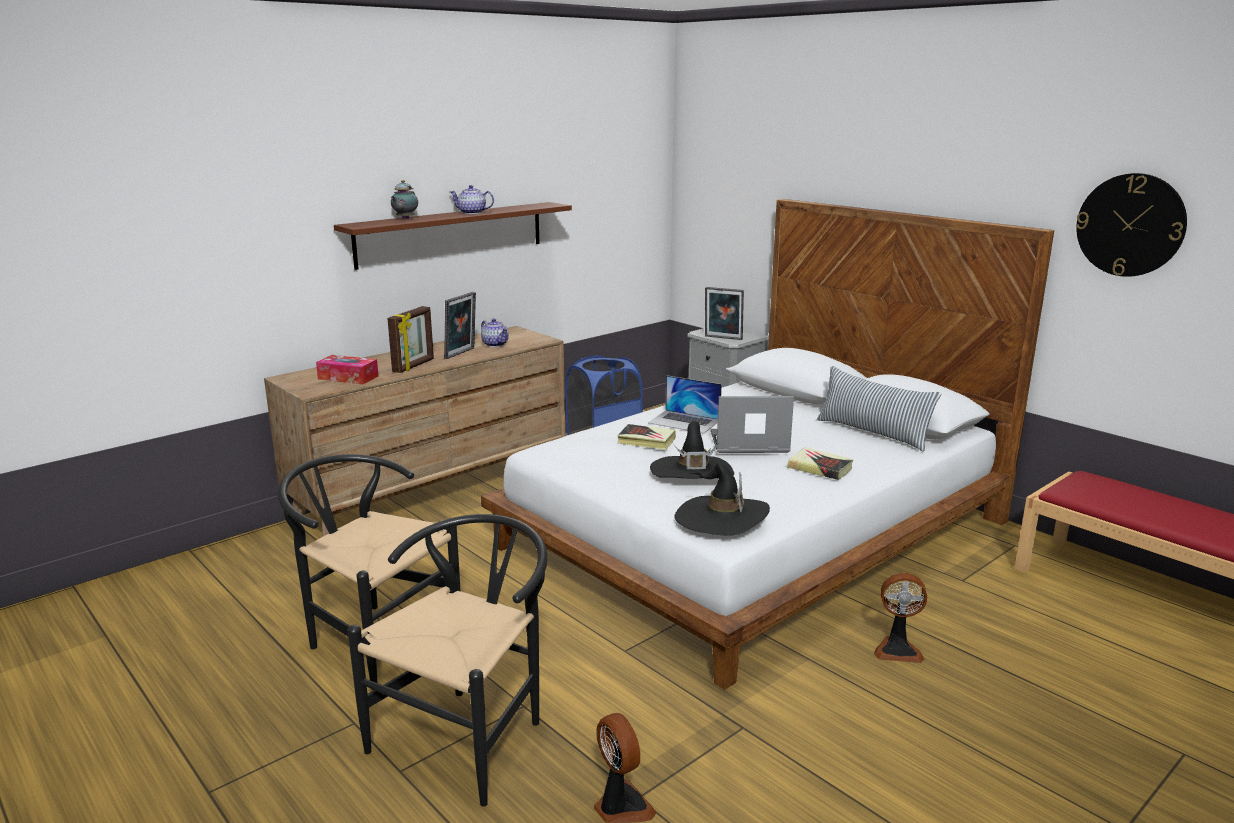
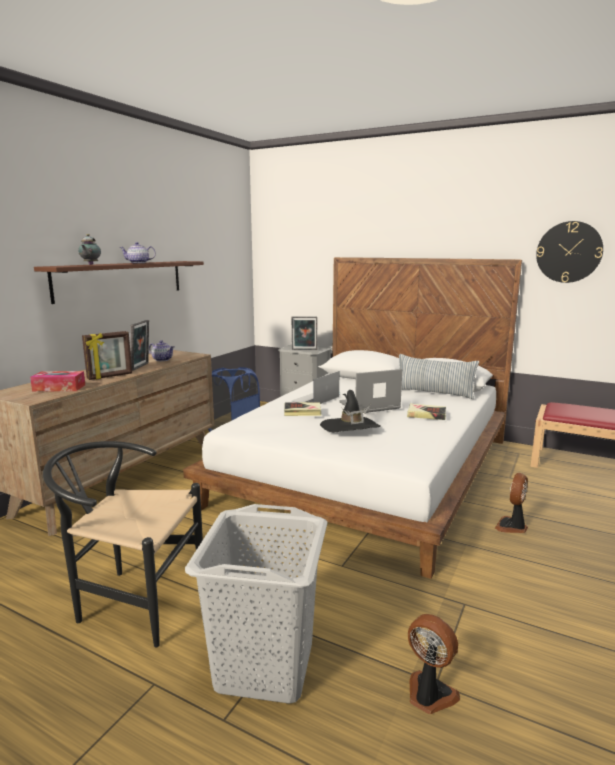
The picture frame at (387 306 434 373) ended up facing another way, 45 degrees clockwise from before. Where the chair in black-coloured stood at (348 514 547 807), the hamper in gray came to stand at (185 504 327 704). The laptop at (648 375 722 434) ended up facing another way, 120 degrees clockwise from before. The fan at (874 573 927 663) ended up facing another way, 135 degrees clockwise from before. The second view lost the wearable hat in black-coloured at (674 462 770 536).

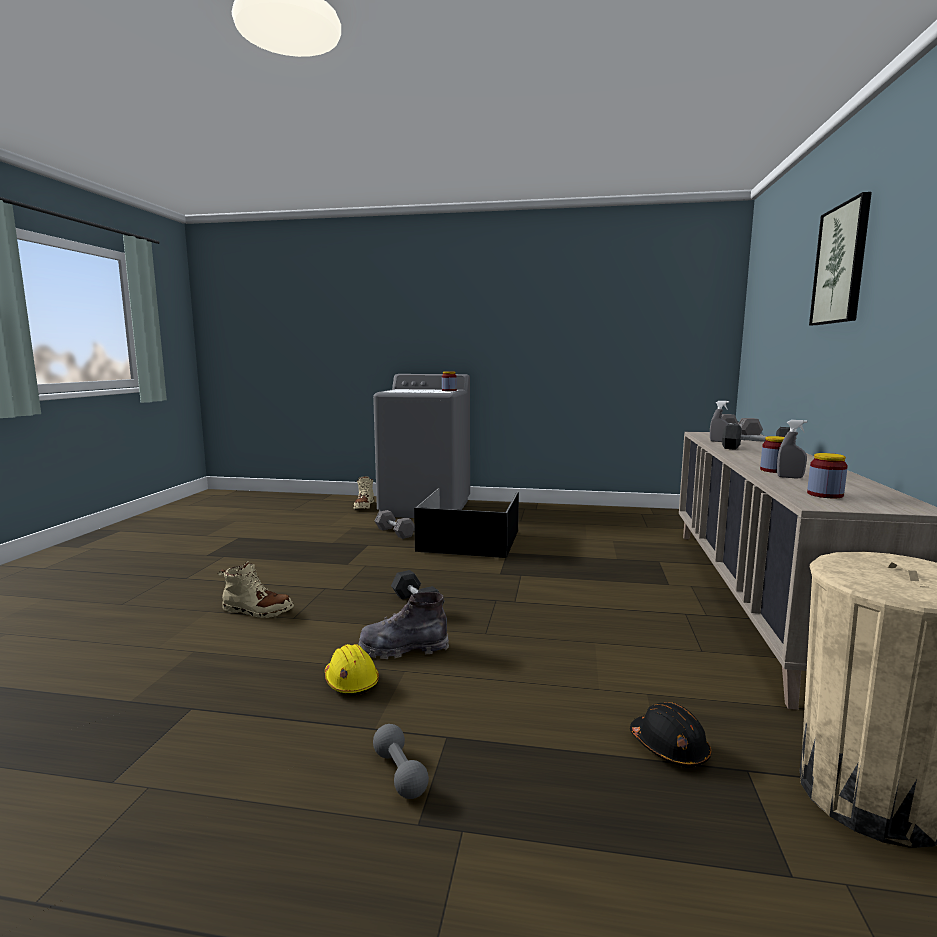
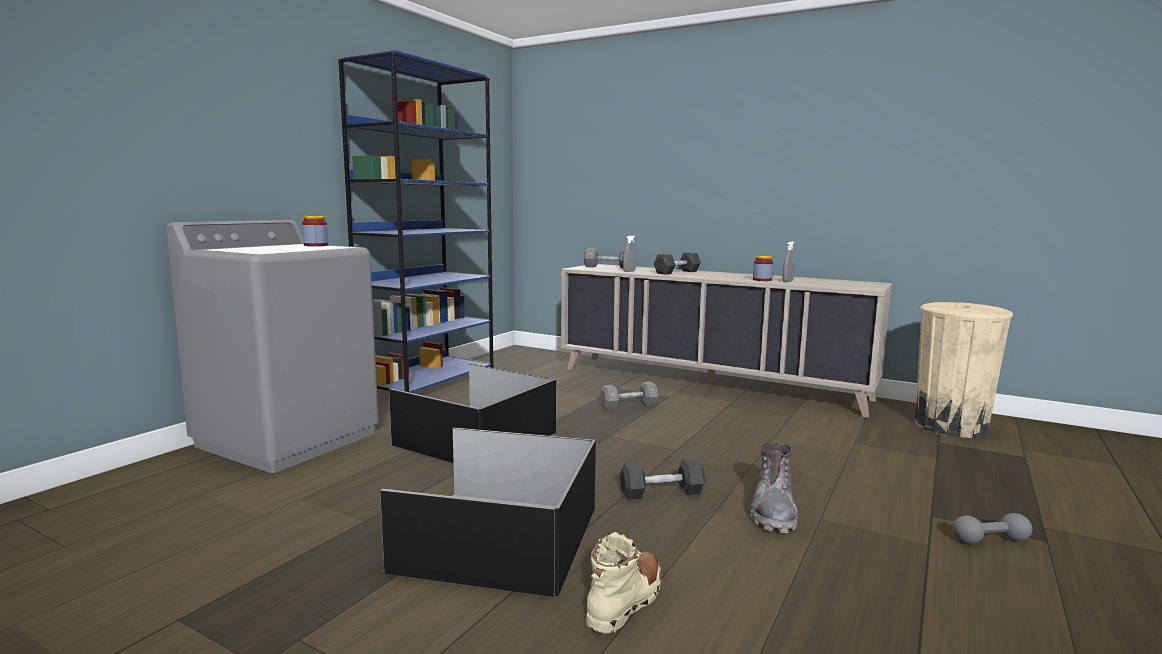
The second view gained the bookshelf in blue-coloured at (338 50 493 393). The second view gained the storage bin in black-coloured at (380 427 596 597). The free weight in gray ended up elsewhere, having gone from (375 510 414 539) to (600 381 659 410). The second view lost the safety helmet in yellow-coloured at (325 644 379 696). The second view lost the tall boot in beige at (353 476 374 509). The second view lost the safety helmet in black-coloured at (630 702 711 768). The second view lost the jar at (807 453 848 498). The second view lost the picture at (809 192 872 325).

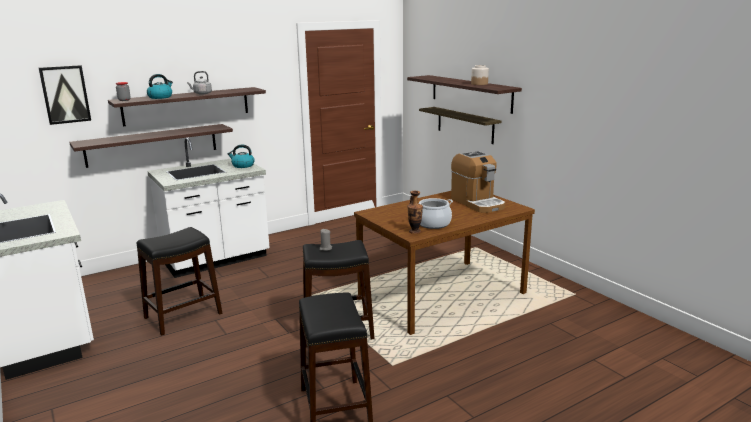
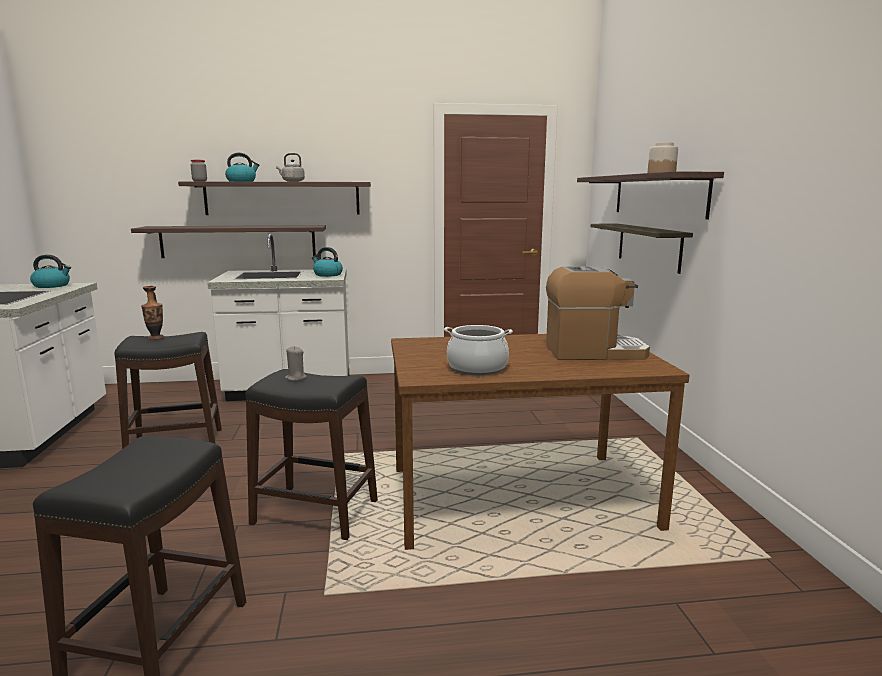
The second view gained the water kettle at (30 255 71 288). The decorative vase ended up elsewhere, having gone from (407 191 423 234) to (141 286 164 340). The coffee maker at (451 151 505 213) ended up facing another way, 90 degrees counterclockwise from before. The second view lost the picture at (39 65 91 125).

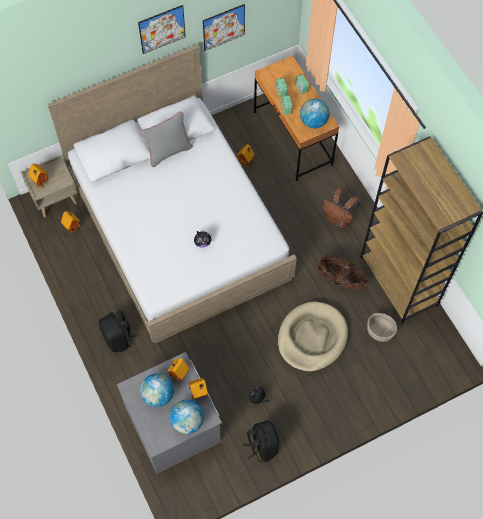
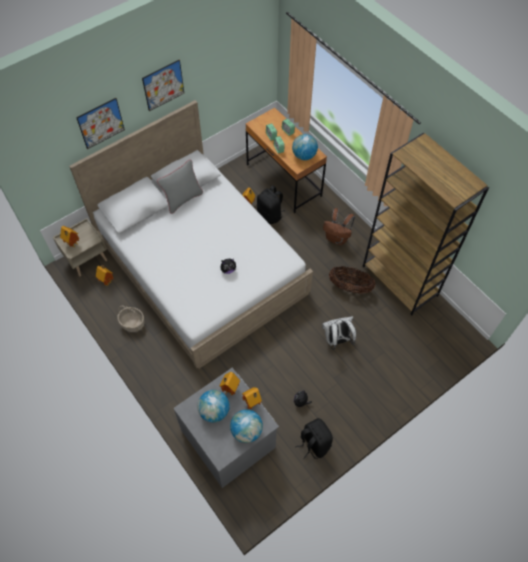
The picture ended up elsewhere, having gone from (203 4 245 51) to (76 98 125 149). The basket ended up elsewhere, having gone from (367 313 397 342) to (117 305 145 332). The backpack in black-coloured ended up elsewhere, having gone from (99 310 138 352) to (257 185 285 224). Where the dog bed in beige stood at (278 301 348 372), the backpack in whitish came to stand at (322 316 356 350).

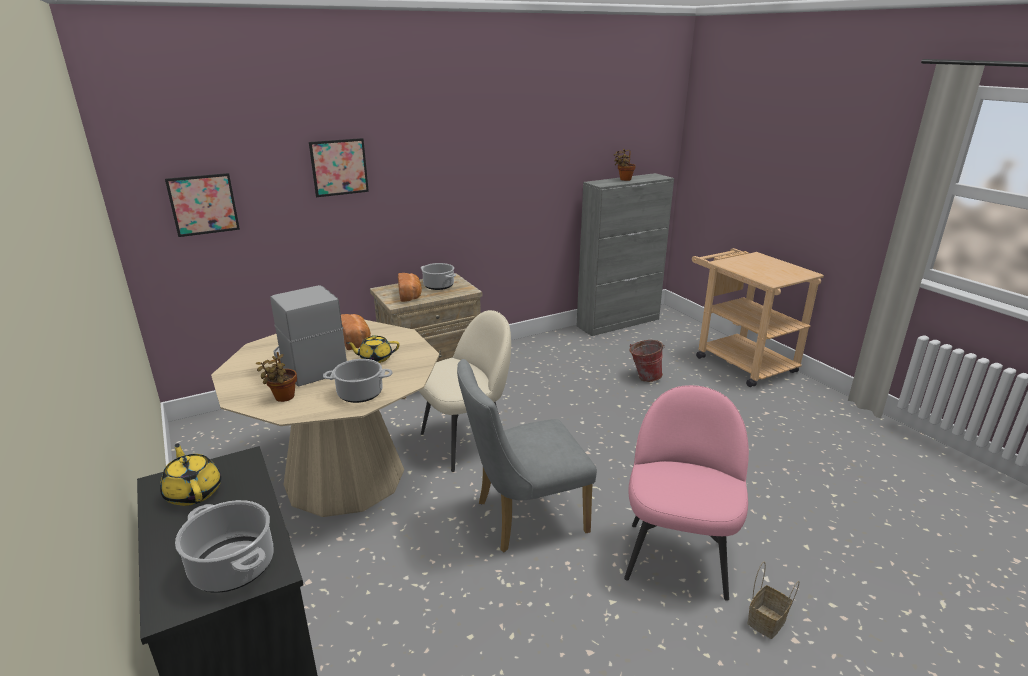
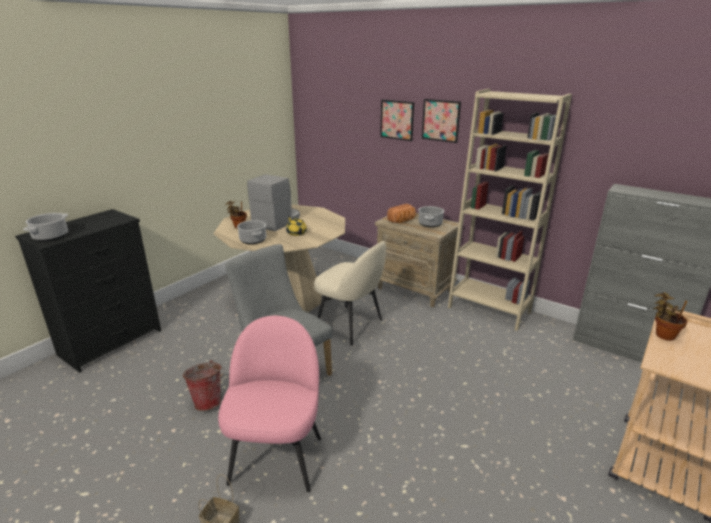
The bucket ended up elsewhere, having gone from (630 340 665 382) to (183 360 224 411). The chair in pink-coloured at (624 385 749 601) ended up facing another way, 75 degrees counterclockwise from before. The picture ended up elsewhere, having gone from (165 173 240 237) to (422 99 461 143). The second view gained the bookshelf in beige at (448 89 572 331). The potted plant ended up elsewhere, having gone from (614 149 636 181) to (653 292 688 341). The second view lost the teapot in yellow-coloured at (160 443 221 506). The second view lost the bread at (341 314 371 350).

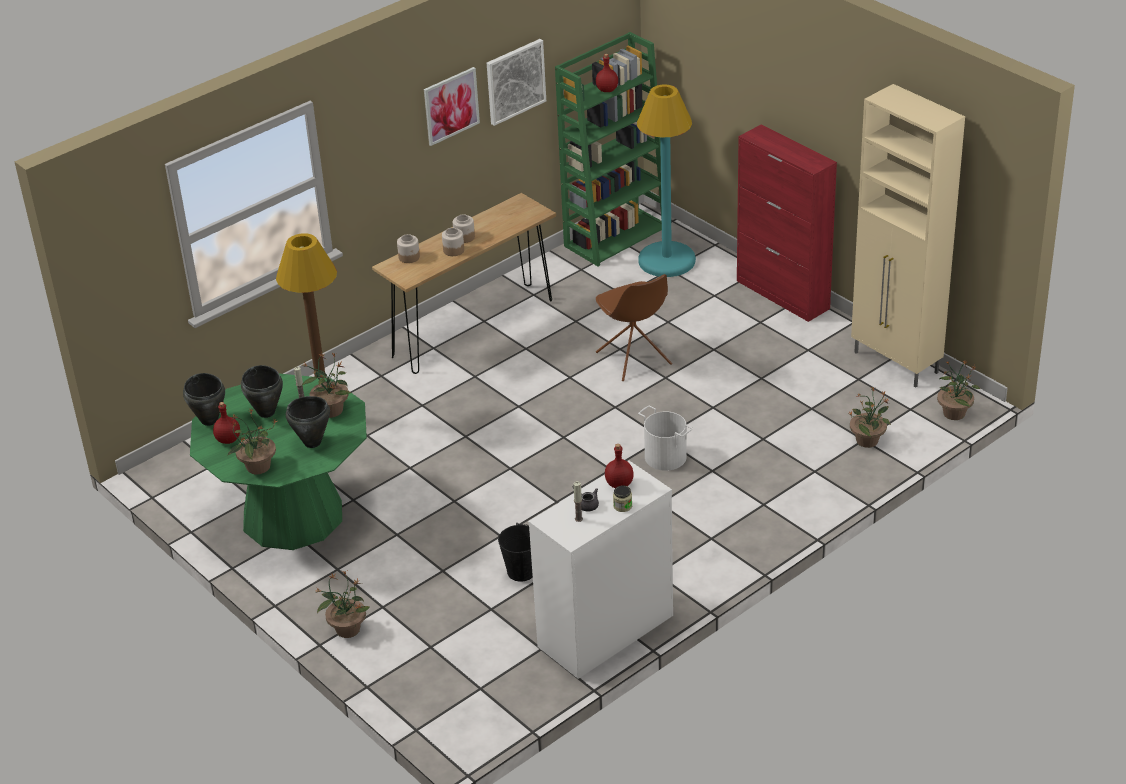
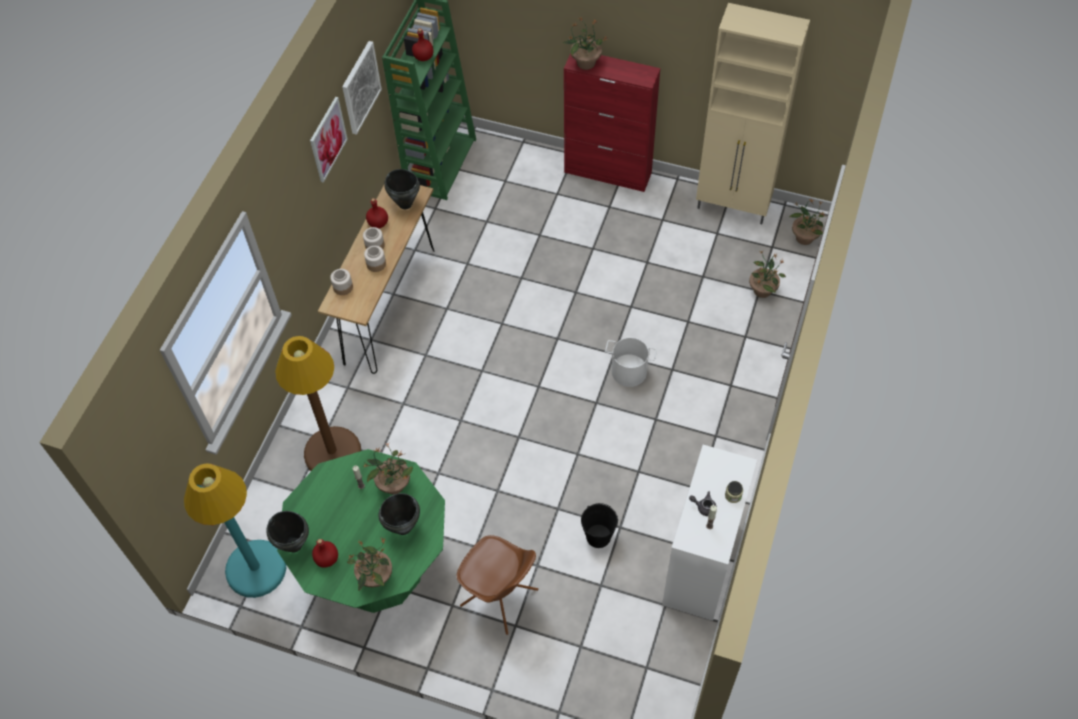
The standing lamp in turquoise-coloured ended up elsewhere, having gone from (637 84 696 277) to (184 464 286 598). The bottle in red-coloured ended up elsewhere, having gone from (605 444 634 488) to (366 198 388 228). The cooking pot in black-coloured ended up elsewhere, having gone from (241 365 283 418) to (384 169 420 209). The chair in brown ended up elsewhere, having gone from (596 274 672 381) to (457 535 538 635). The potted plant ended up elsewhere, having gone from (314 571 370 638) to (563 18 607 70).

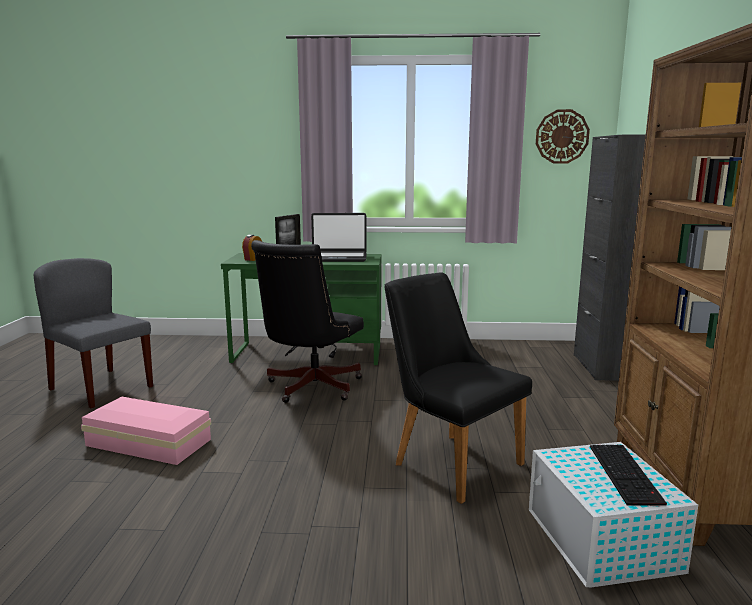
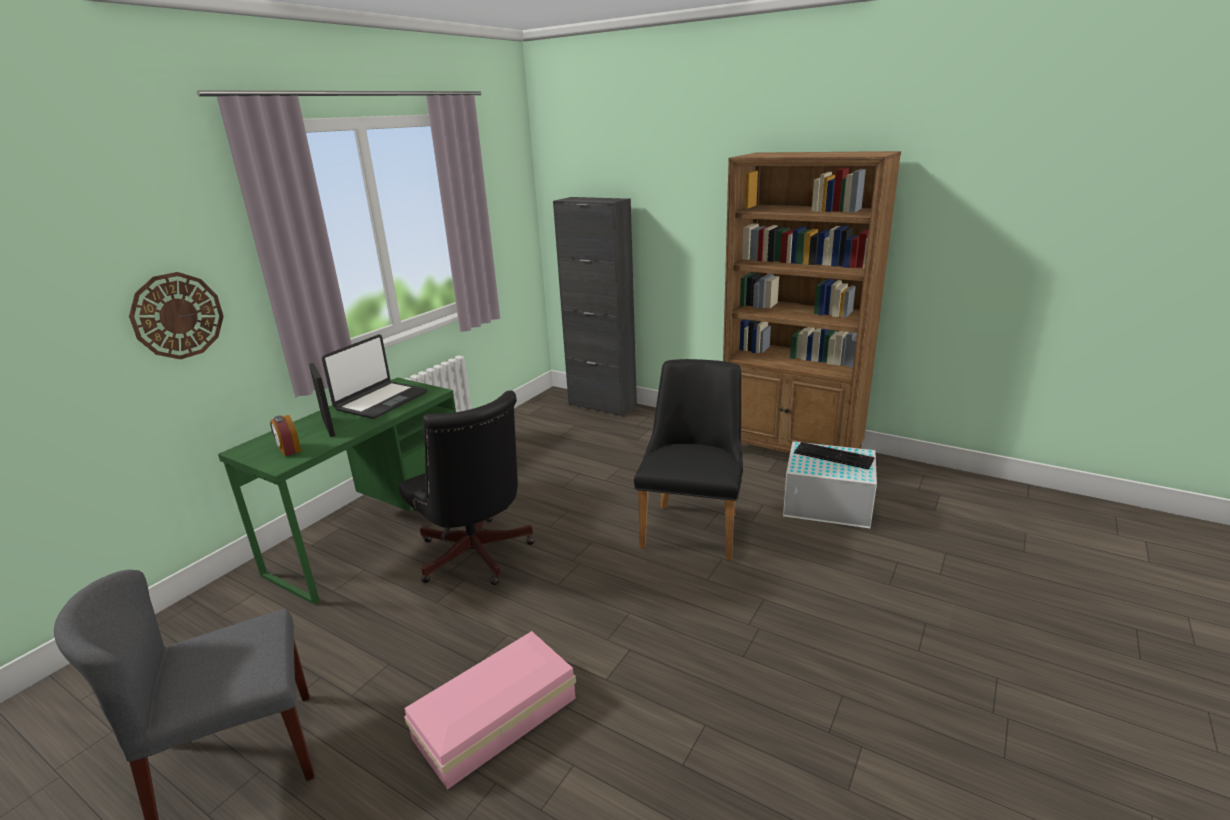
The wall clock ended up elsewhere, having gone from (536 109 590 164) to (129 272 224 359). The chair in black-coloured at (385 272 532 504) ended up facing another way, 120 degrees clockwise from before.

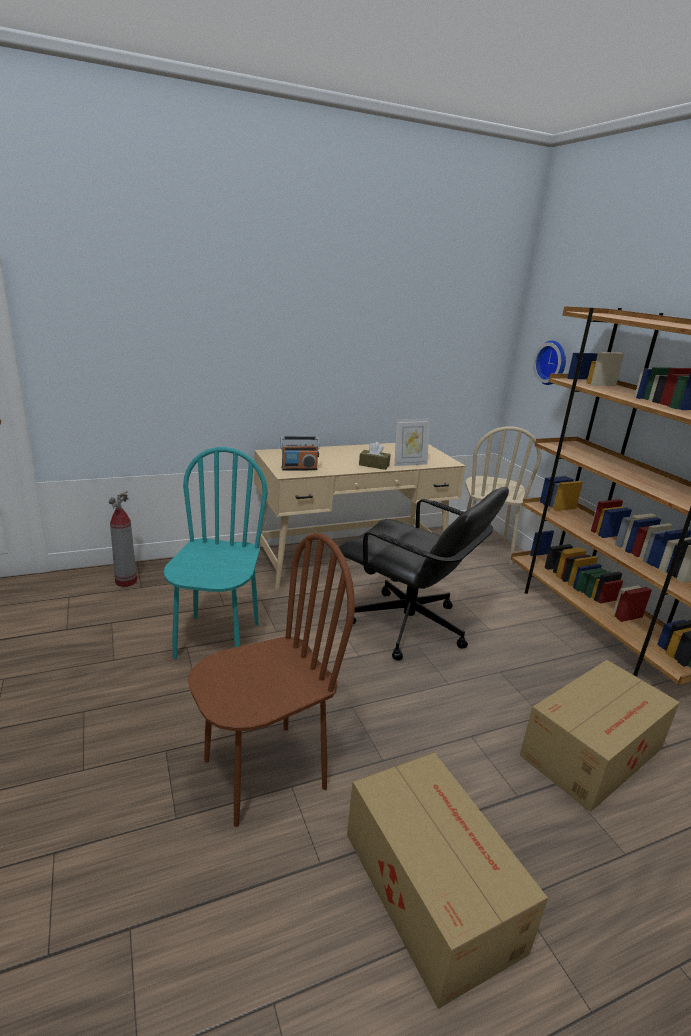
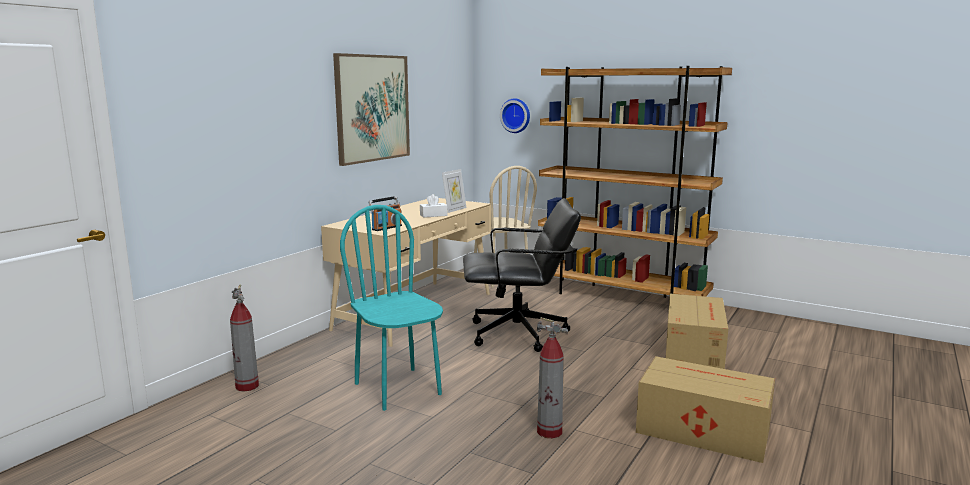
The second view gained the picture at (333 53 410 166). What was the tissue holder in brown at (359 442 391 470) turned into the tissue holder in whitish at (420 194 447 218). Where the chair in brown stood at (188 533 355 827), the extinguisher came to stand at (537 317 568 438).

